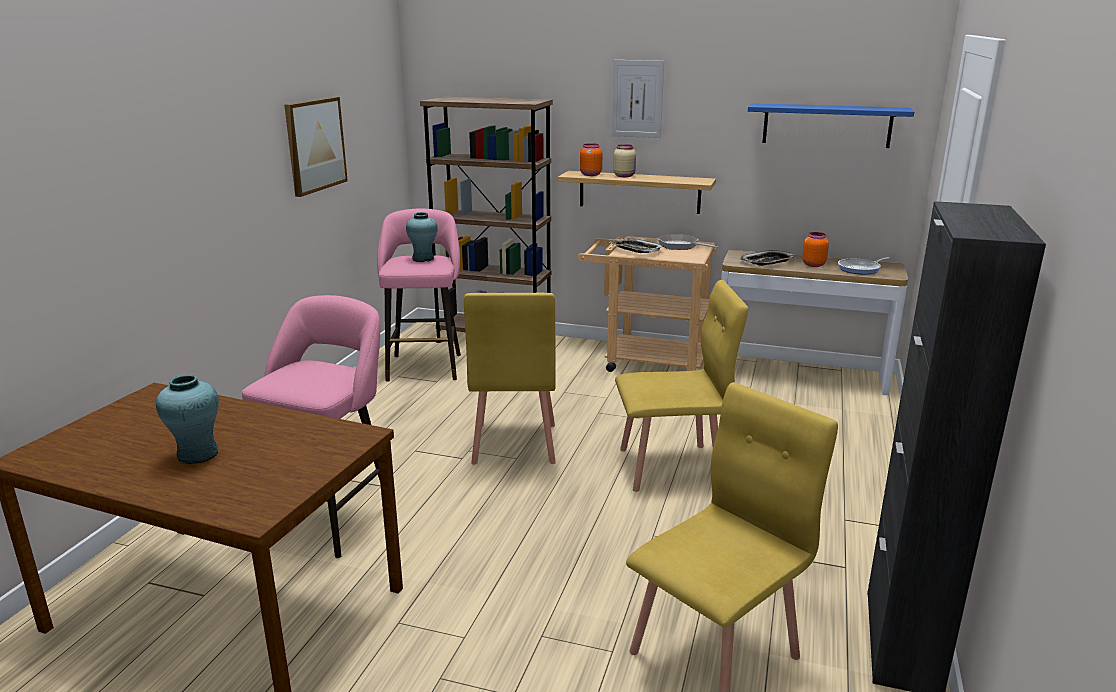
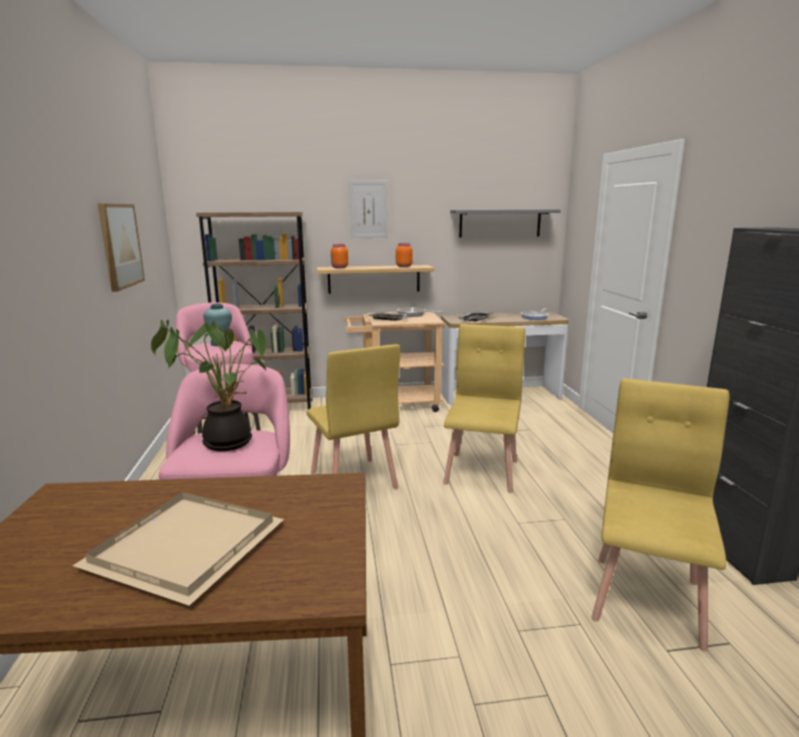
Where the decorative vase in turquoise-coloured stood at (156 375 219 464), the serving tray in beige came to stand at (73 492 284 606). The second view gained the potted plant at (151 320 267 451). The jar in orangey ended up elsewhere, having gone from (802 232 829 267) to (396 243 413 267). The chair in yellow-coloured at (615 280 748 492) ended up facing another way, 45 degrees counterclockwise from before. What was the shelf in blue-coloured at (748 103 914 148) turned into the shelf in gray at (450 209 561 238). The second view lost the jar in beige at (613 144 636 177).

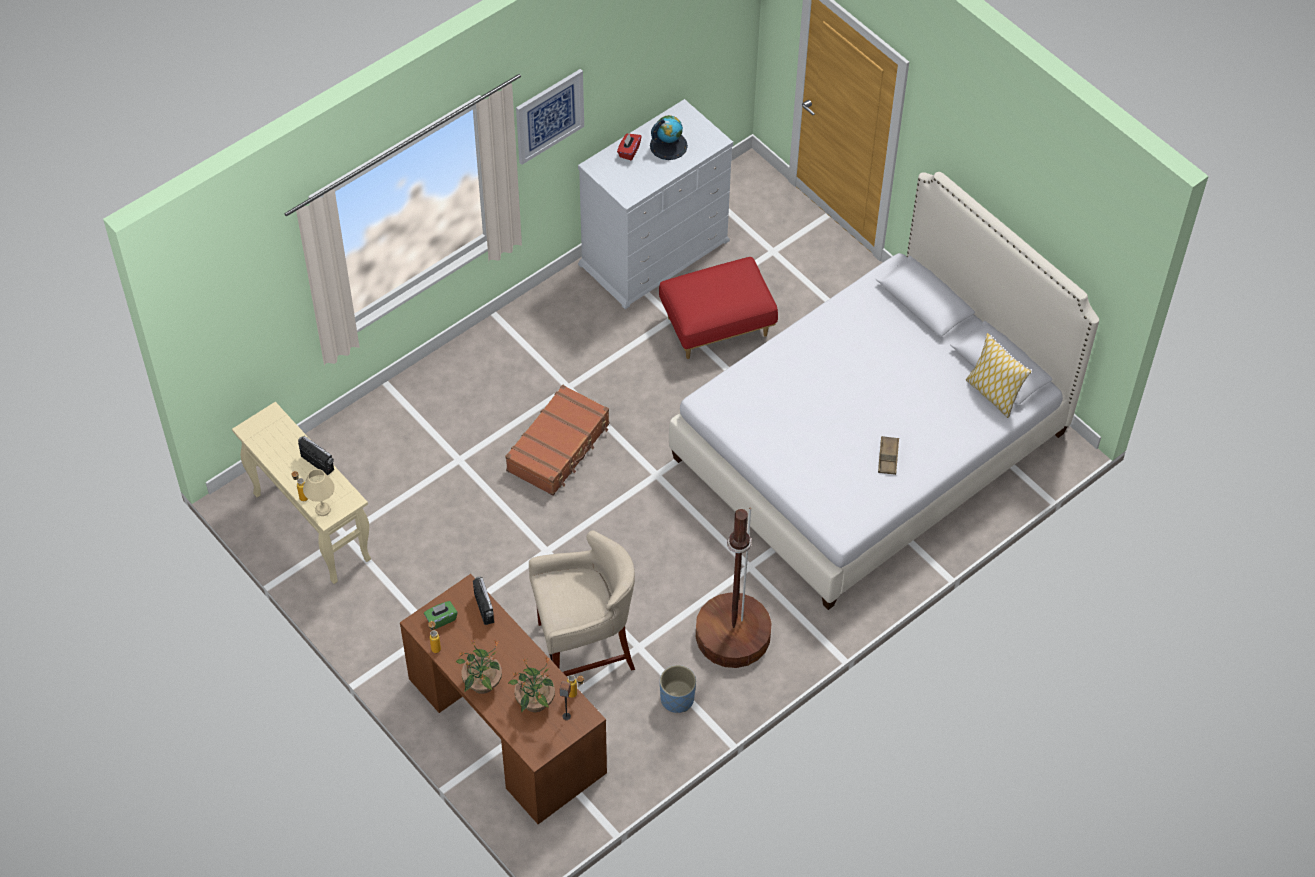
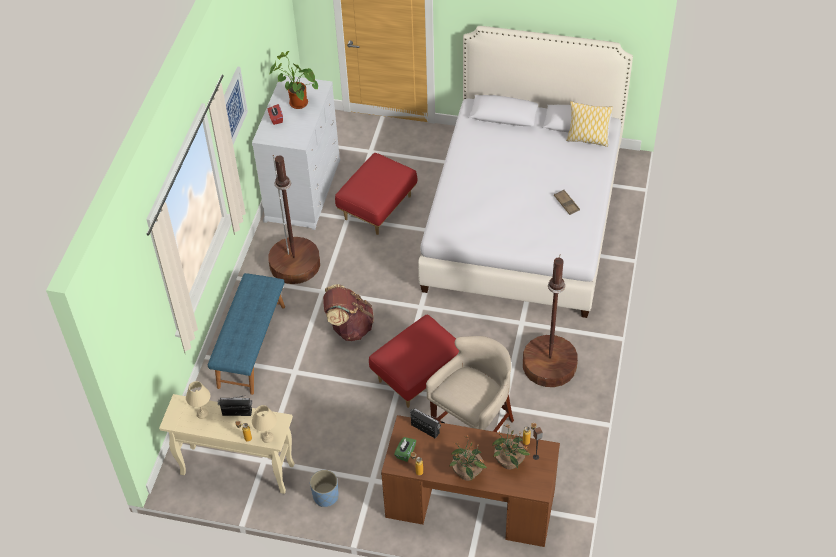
The second view gained the tabletop lamp in beige at (186 381 210 419). The second view gained the long seat in blue-coloured at (208 273 285 395). The second view gained the standing lamp in brown at (268 155 320 284). Where the desk globe stood at (650 115 688 160), the potted plant came to stand at (270 51 318 109). The plant pot in blue-coloured ended up elsewhere, having gone from (660 665 696 713) to (310 470 339 507). Where the suitcase in brown stood at (505 385 609 496), the backpack in brown came to stand at (323 284 374 341). The second view gained the pouffe in red-coloured at (369 315 459 408).

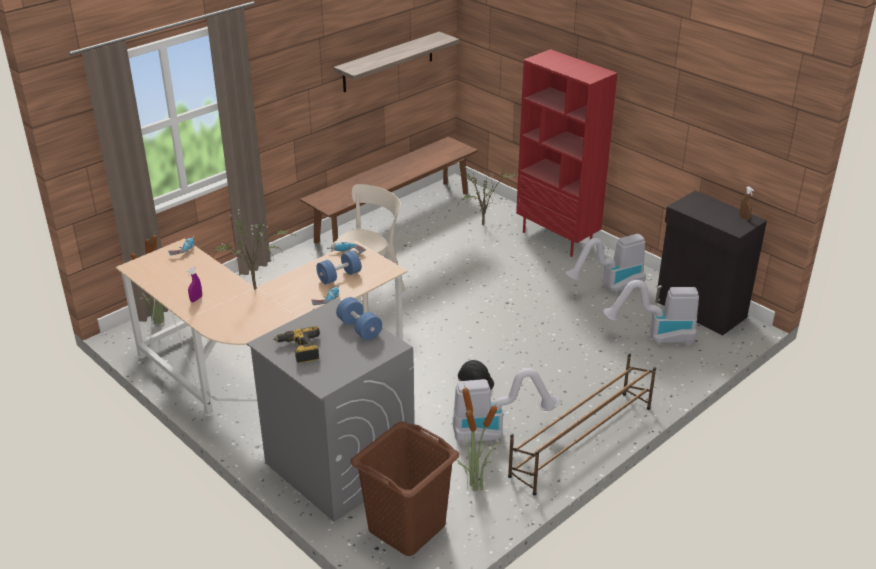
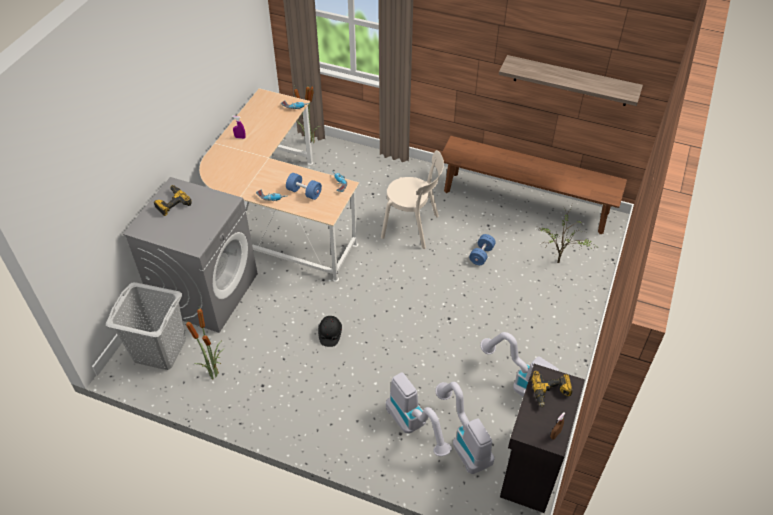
What was the hamper in brown at (350 422 459 556) turned into the hamper in gray at (106 282 186 370). The hoover ended up elsewhere, having gone from (453 368 559 445) to (386 372 452 456). The free weight in blue-coloured ended up elsewhere, having gone from (336 297 382 340) to (469 234 496 265). The second view gained the drill at (531 371 573 408). The second view lost the potted plant at (206 203 297 290). The second view lost the shoe shelf in brown at (508 353 656 495). The second view lost the bookshelf in red-coloured at (516 49 617 257).

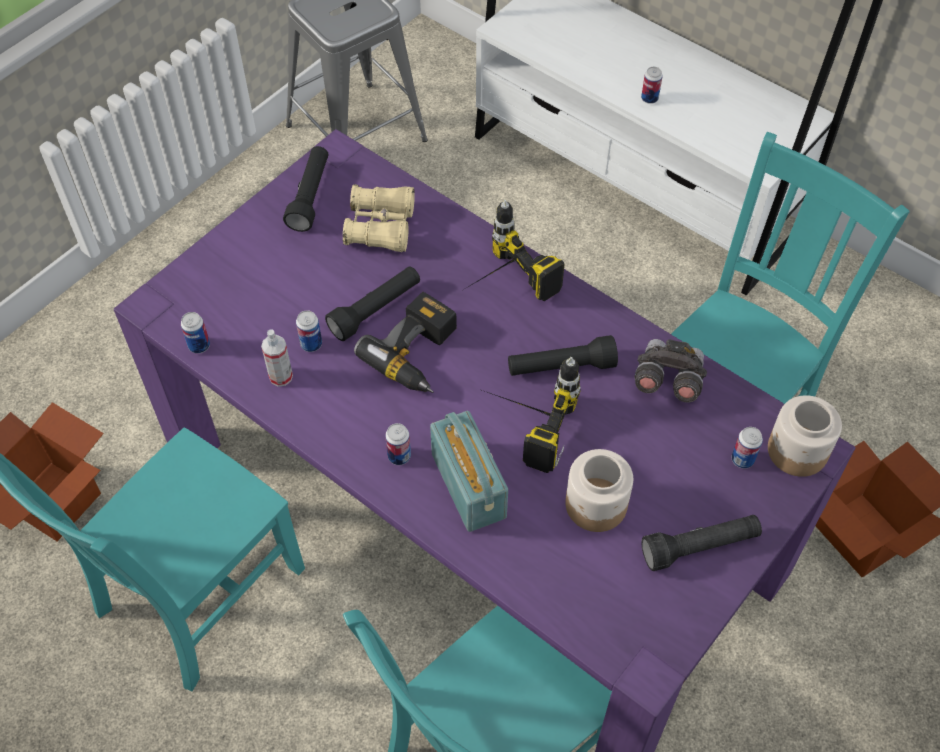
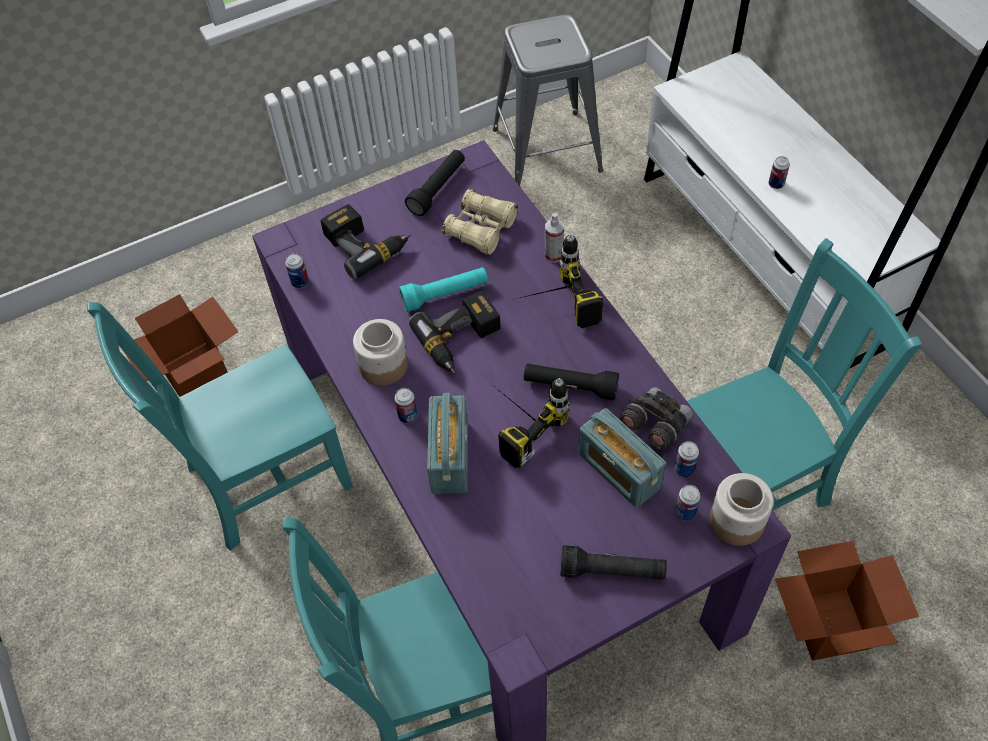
The second view gained the drill at (321 204 411 279). The jar ended up elsewhere, having gone from (565 449 633 532) to (353 319 408 386). What was the hand torch in black-coloured at (325 266 420 341) turned into the hand torch in turquoise-coloured at (399 267 488 312). The sprayer ended up elsewhere, having gone from (261 329 293 387) to (545 213 564 263). The second view gained the radio receiver at (579 408 666 508). The can ended up elsewhere, having gone from (296 310 322 352) to (675 441 699 477).

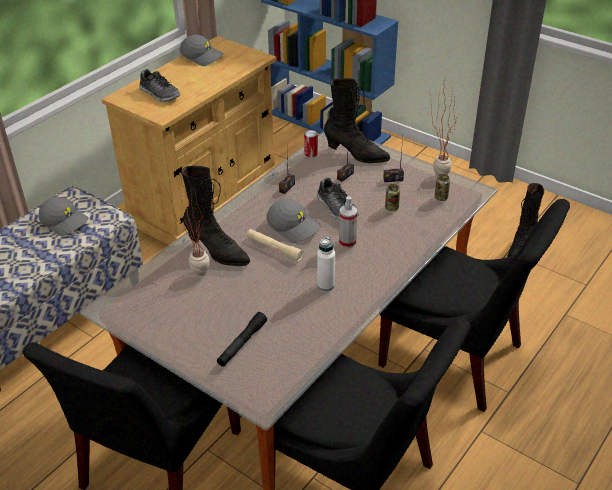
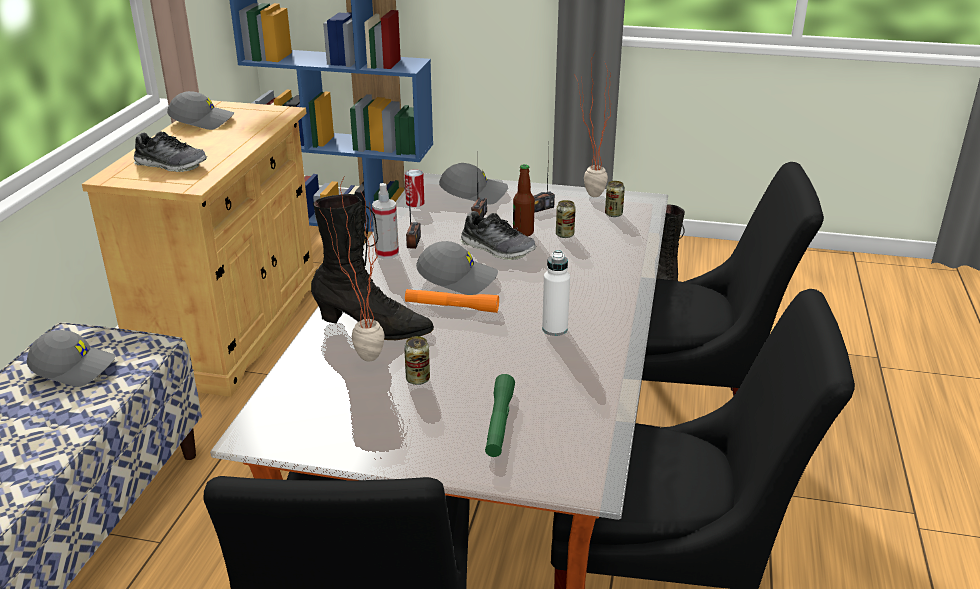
The sprayer ended up elsewhere, having gone from (339 196 357 248) to (372 183 399 259). The second view gained the can at (404 336 430 385). What was the hand torch in beige at (247 229 304 261) turned into the hand torch in orangey at (405 289 499 313). Where the tall boot in black-coloured stood at (324 78 390 163), the baseball cap in gray came to stand at (439 163 508 205). What was the hand torch in black-coloured at (217 312 267 367) turned into the hand torch in green at (485 374 515 457). The second view gained the bottle at (513 164 535 236).

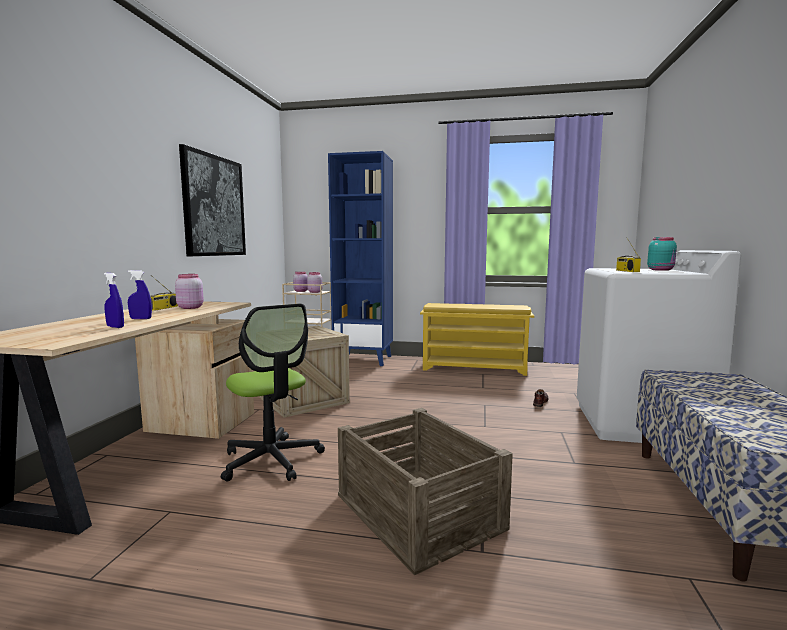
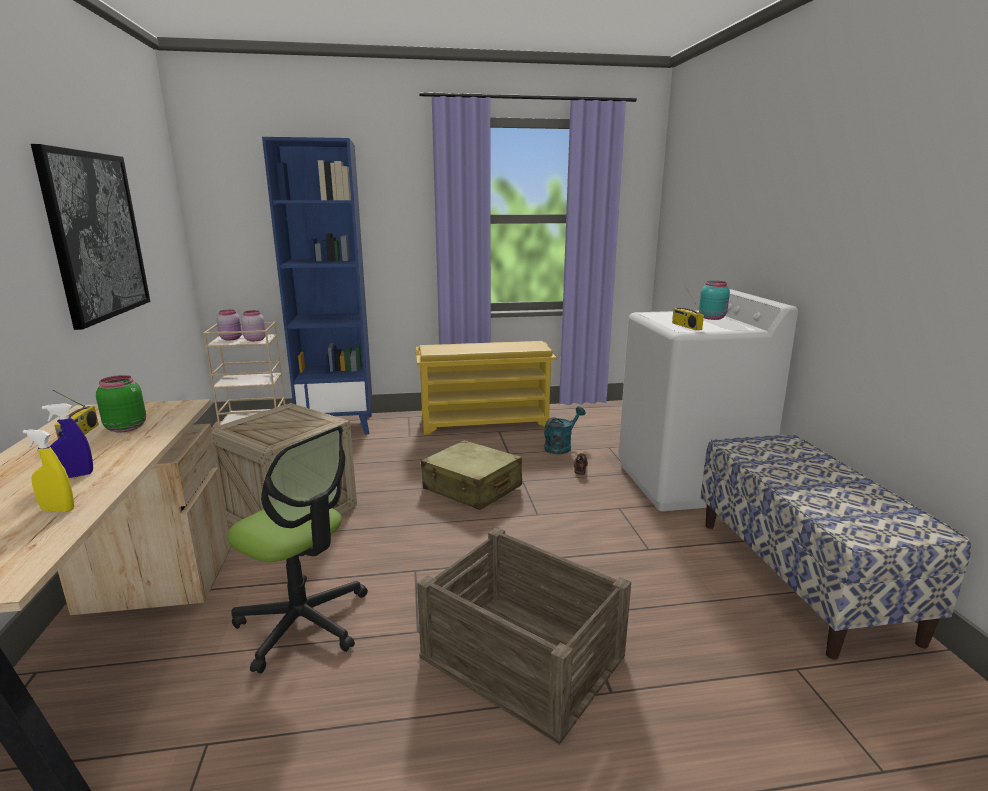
What was the sprayer in blue-coloured at (104 273 124 328) turned into the sprayer in yellow-coloured at (23 429 74 512). What was the jar in pink-coloured at (175 274 204 309) turned into the jar in green at (96 375 146 433). The second view gained the suitcase in beige at (421 440 522 510). The second view gained the watering can in turquoise-coloured at (544 406 586 454).

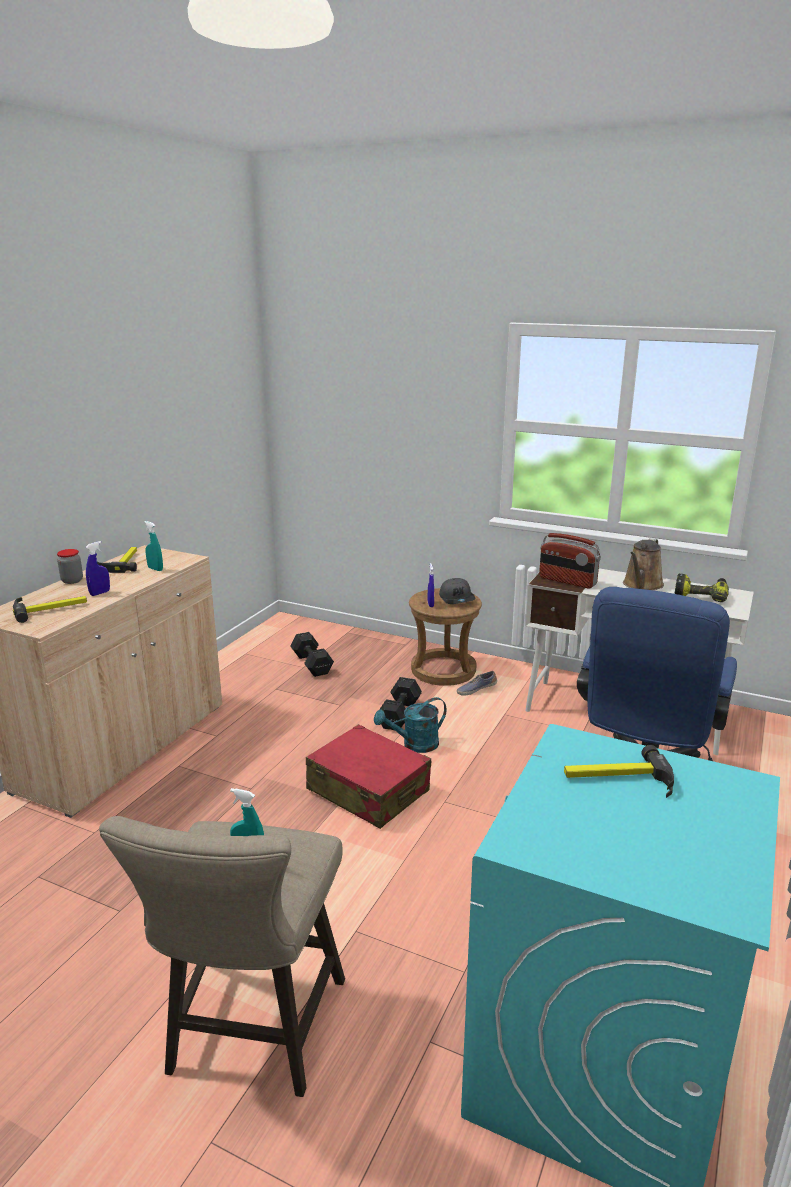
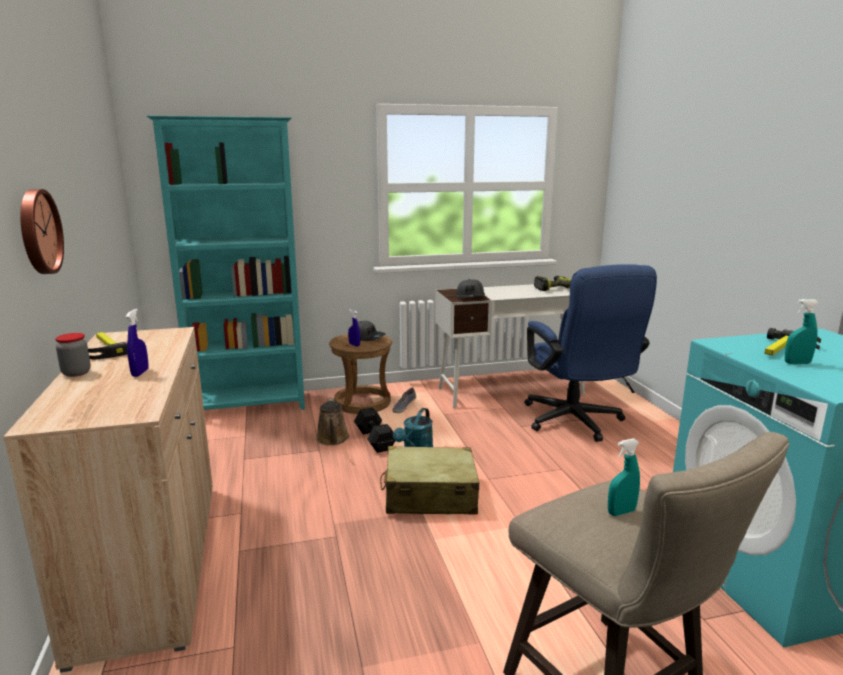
The second view gained the wall clock at (20 189 64 274). The second view gained the bookshelf in turquoise-coloured at (147 115 305 410). The watering can in brown ended up elsewhere, having gone from (623 538 664 590) to (316 398 349 445). What was the suitcase in red-coloured at (306 724 431 829) turned into the suitcase in beige at (380 446 479 515). Where the radio receiver stood at (539 533 601 588), the baseball cap in gray came to stand at (457 279 485 298). The sprayer in turquoise-coloured ended up elsewhere, having gone from (144 521 163 571) to (785 299 819 364). The second view lost the hand hammer at (13 596 87 623). The second view lost the free weight in black-coloured at (290 632 334 677).

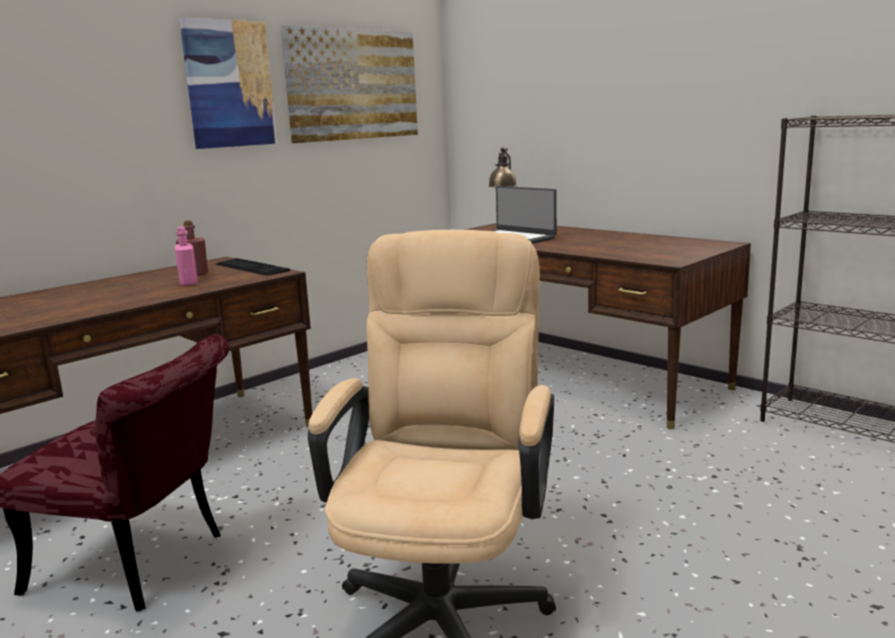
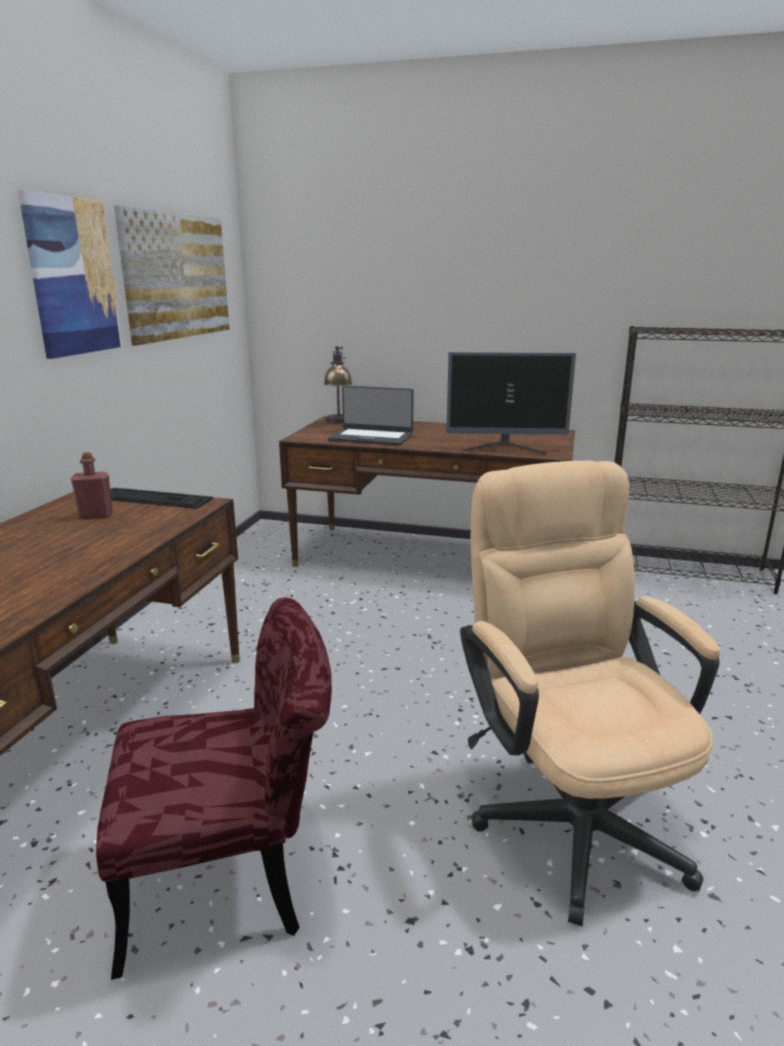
The second view gained the computer screen at (446 352 576 455). The second view lost the bottle in pink-coloured at (175 226 198 286).

